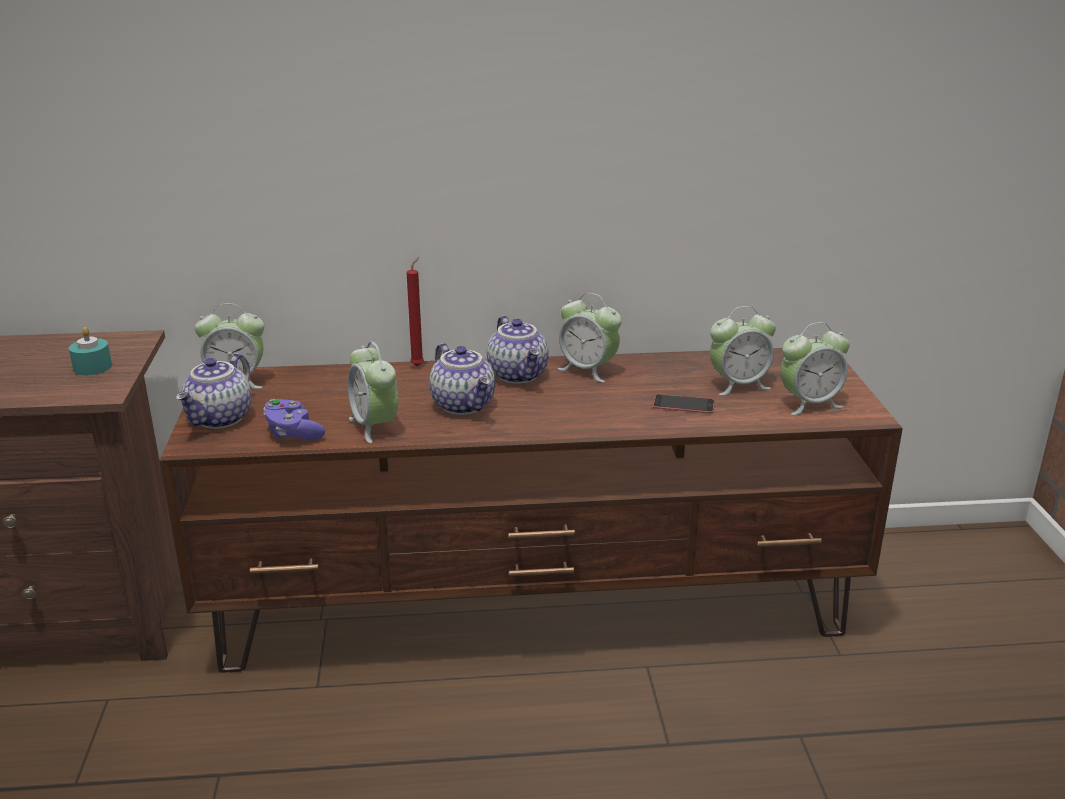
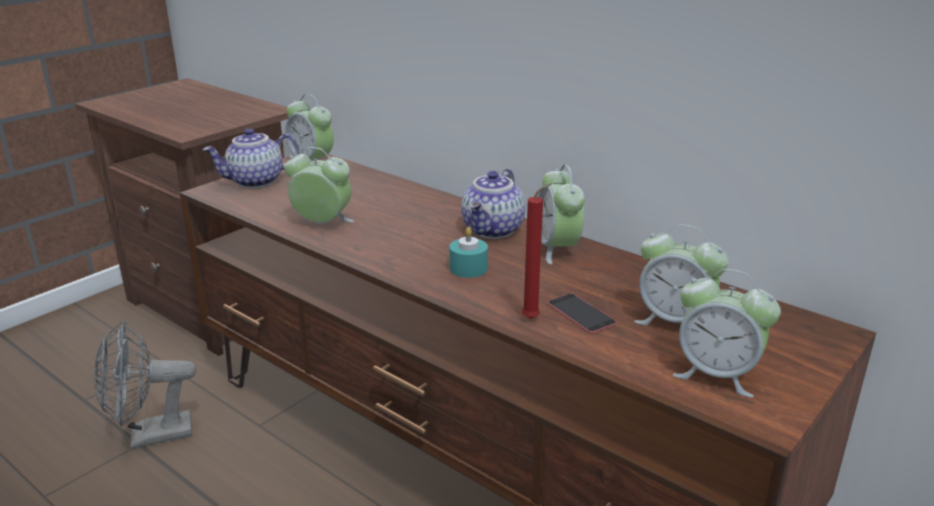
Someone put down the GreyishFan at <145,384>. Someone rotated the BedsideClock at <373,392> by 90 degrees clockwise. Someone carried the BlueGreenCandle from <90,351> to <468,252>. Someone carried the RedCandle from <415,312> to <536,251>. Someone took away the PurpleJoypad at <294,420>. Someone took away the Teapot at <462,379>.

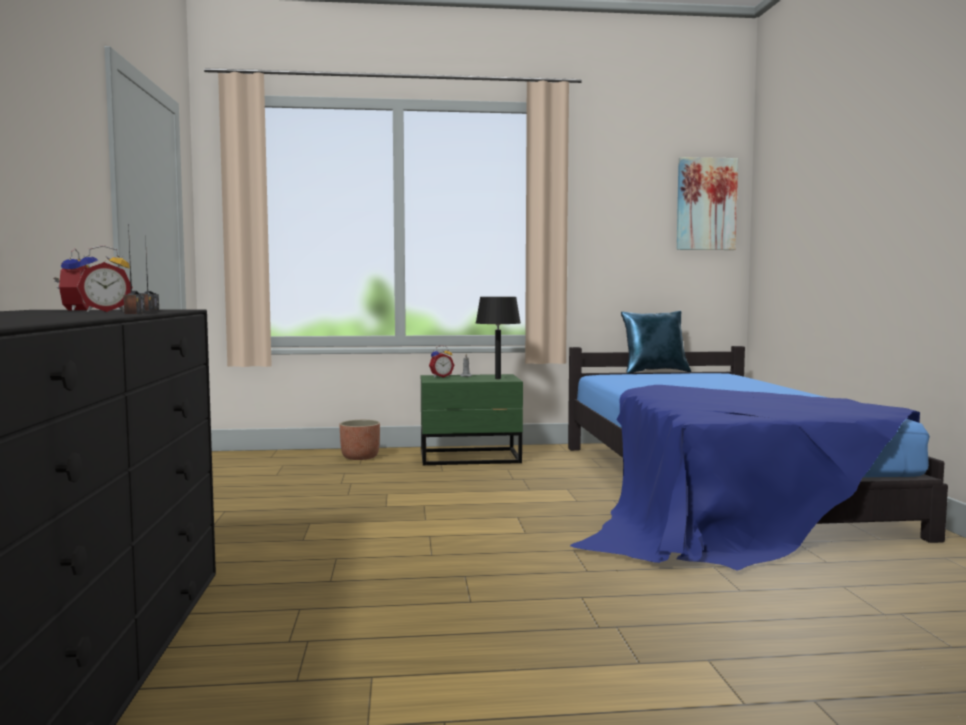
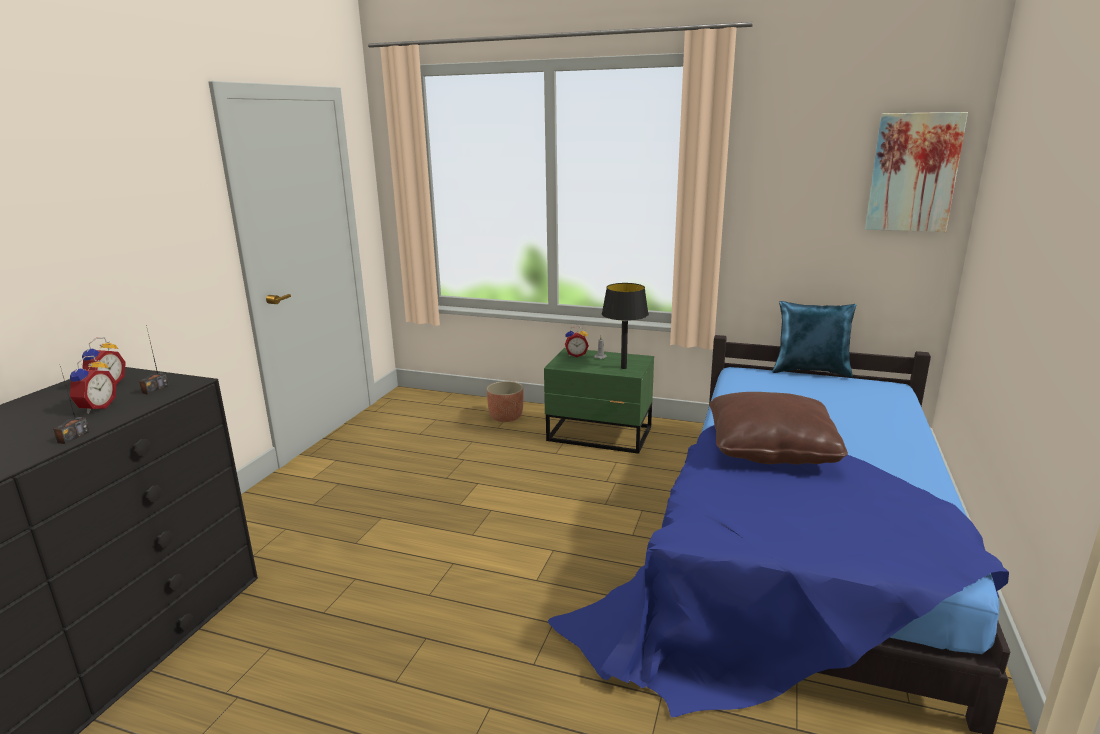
Someone rotated the BedsideClock at <105,278> by 75 degrees counterclockwise. Someone put down the BrownCushion at <779,428>.

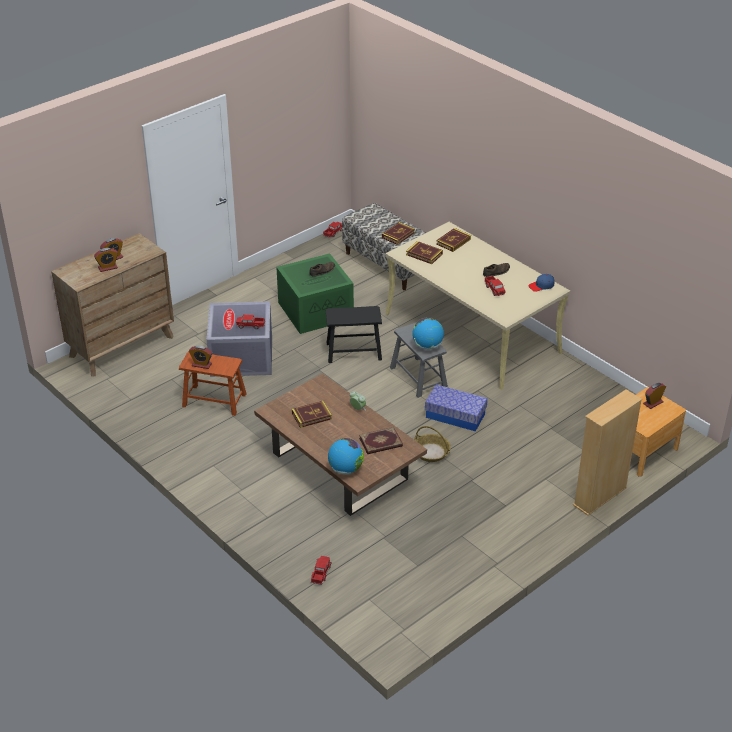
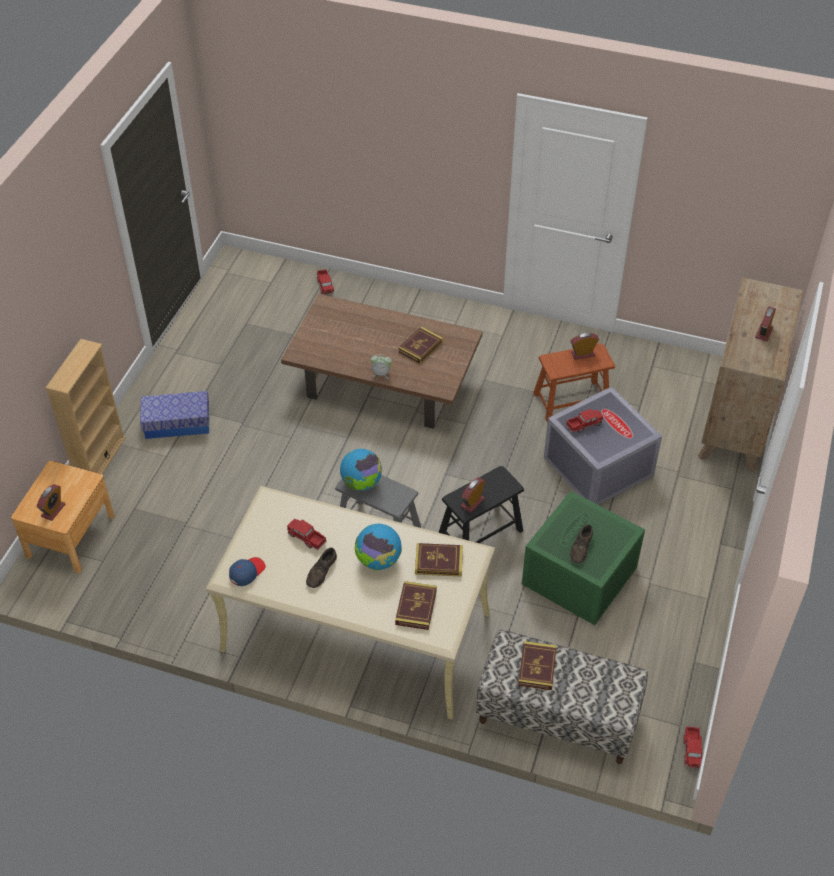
Someone carried the StorageBin from <456,408> to <174,415>. Someone carried the WorldGlobe from <346,456> to <378,547>. Someone carried the BedsideClock from <106,260> to <473,495>. Someone took away the Volume at <381,440>. Someone took away the Basket at <432,444>.

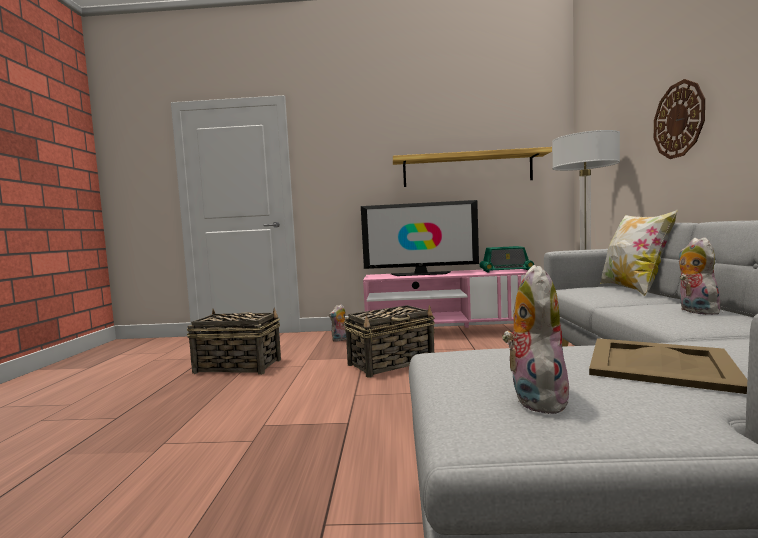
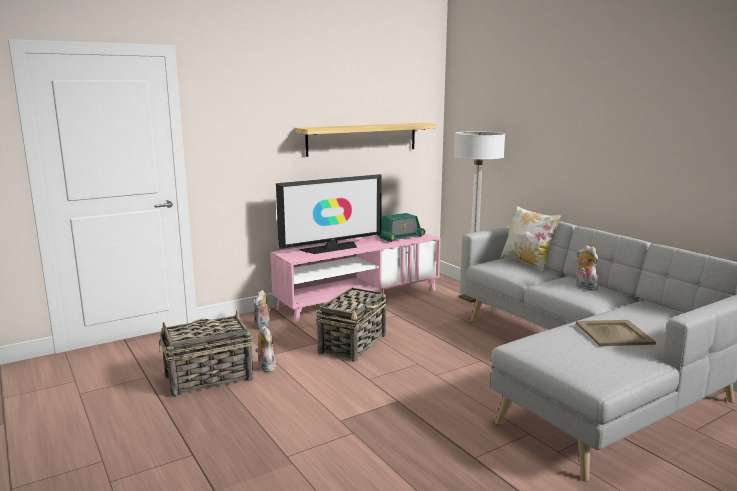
Someone carried the PlushToy from <535,339> to <265,349>. Someone took away the HangingClock at <679,119>.

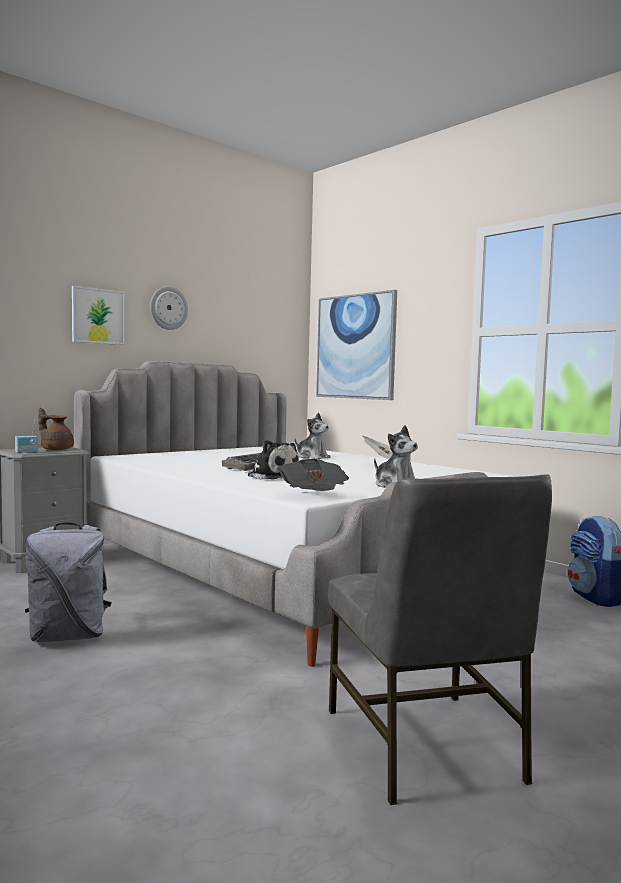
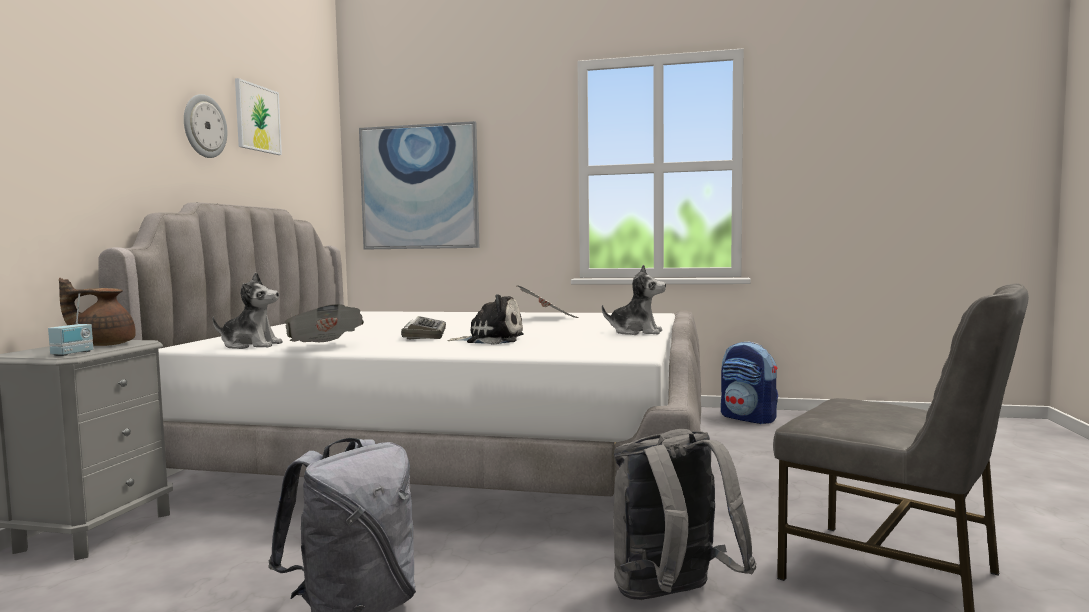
Someone carried the PlushToy from <313,435> to <247,310>. Someone carried the Picture from <98,315> to <258,116>. Someone carried the DailyPaper from <313,475> to <324,323>. Someone put down the GreyishBackpack at <684,514>.

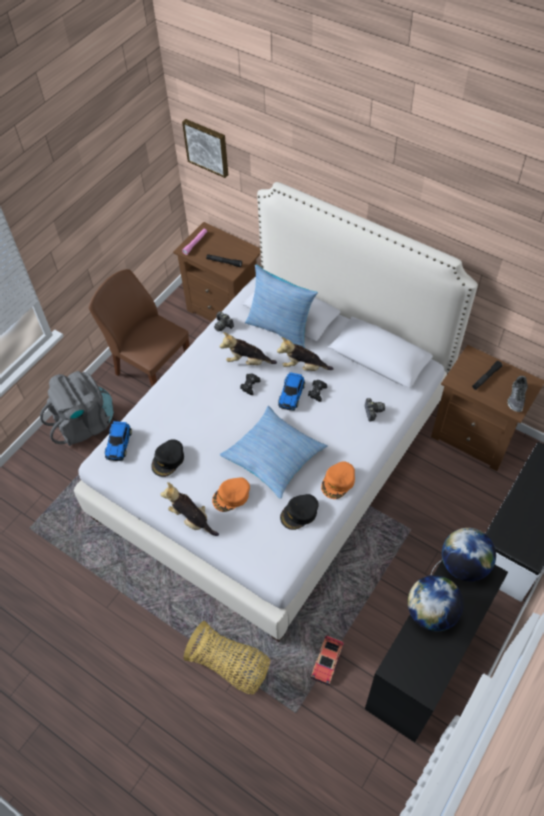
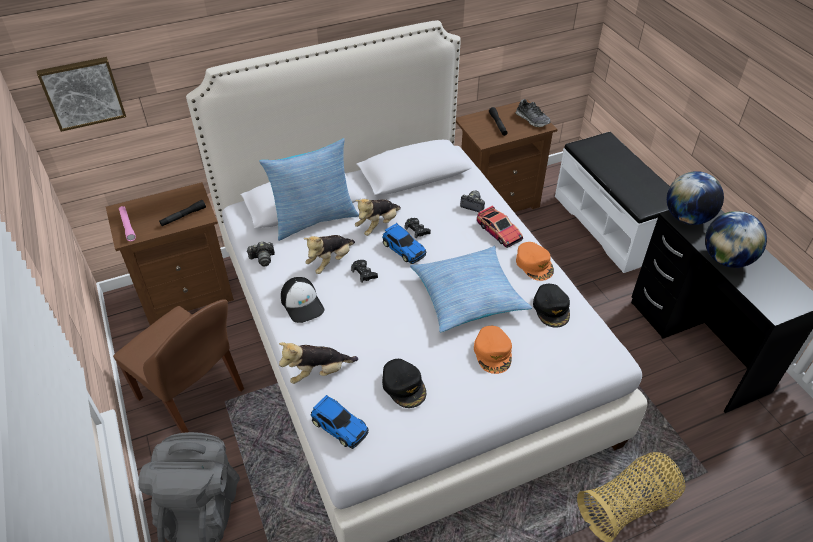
Someone rotated the BrownChair at <139,328> by 120 degrees counterclockwise. Someone carried the PlushToy from <189,509> to <318,363>. Someone put down the Cap at <303,300>. Someone carried the ToyCar from <327,661> to <500,227>.

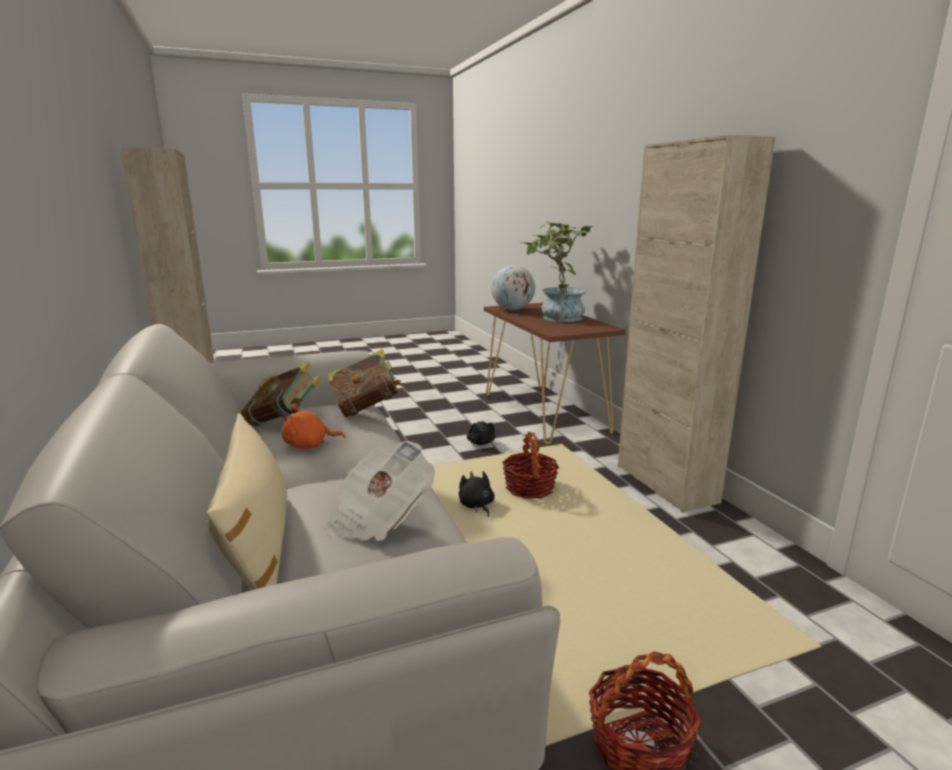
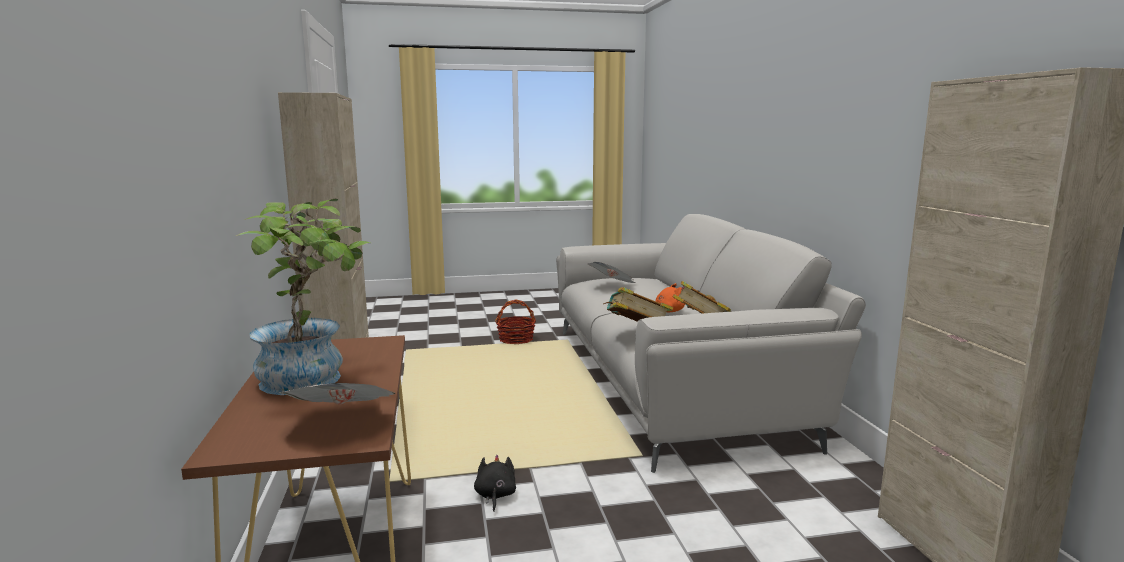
Someone swapped the WorldGlobe at <513,287> for the DailyPaper at <337,394>. Someone took away the BeigeColouredCushion at <246,501>. Someone took away the BlackPlushToy at <477,494>. Someone took away the Basket at <530,465>.

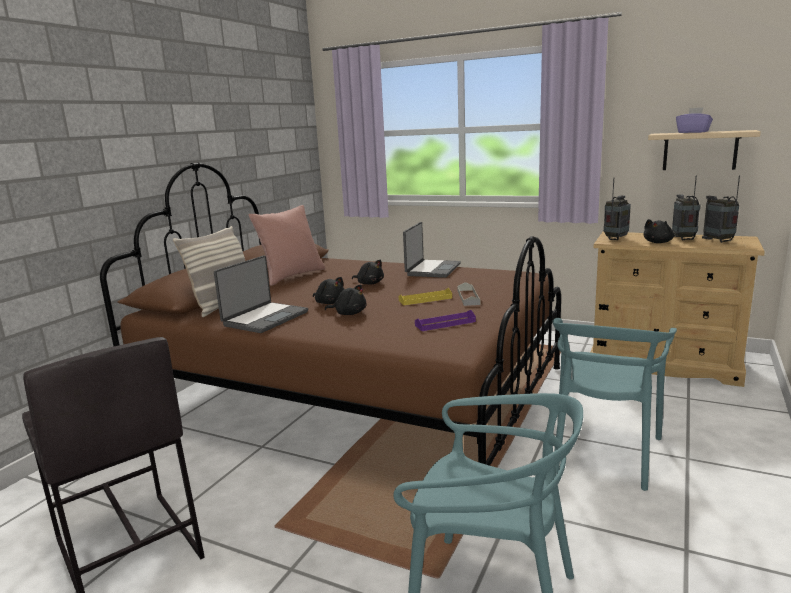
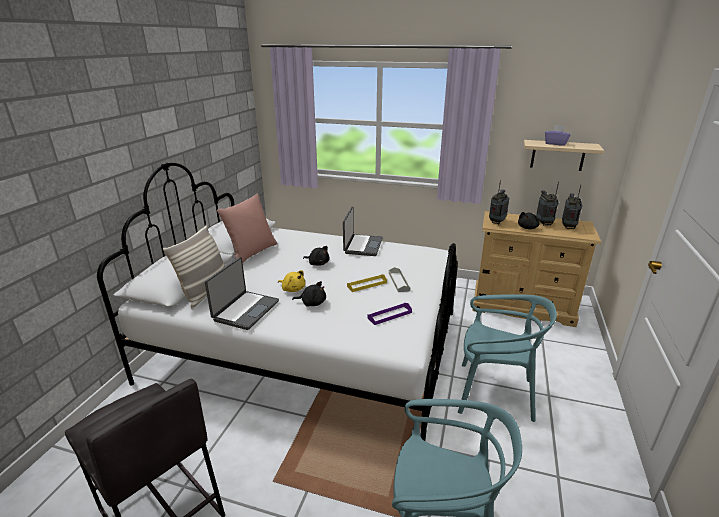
Someone repainted the BrownSleepingBed at <330,314>, which became the WhiteSleepingBed at <277,302>. Someone repainted the BlackPlushToy at <328,290>, which became the YellowPlushToy at <291,281>. Someone rotated the BlueGreenChair at <615,404> by 90 degrees counterclockwise. Someone rotated the RadioSet at <721,209> by 45 degrees clockwise.

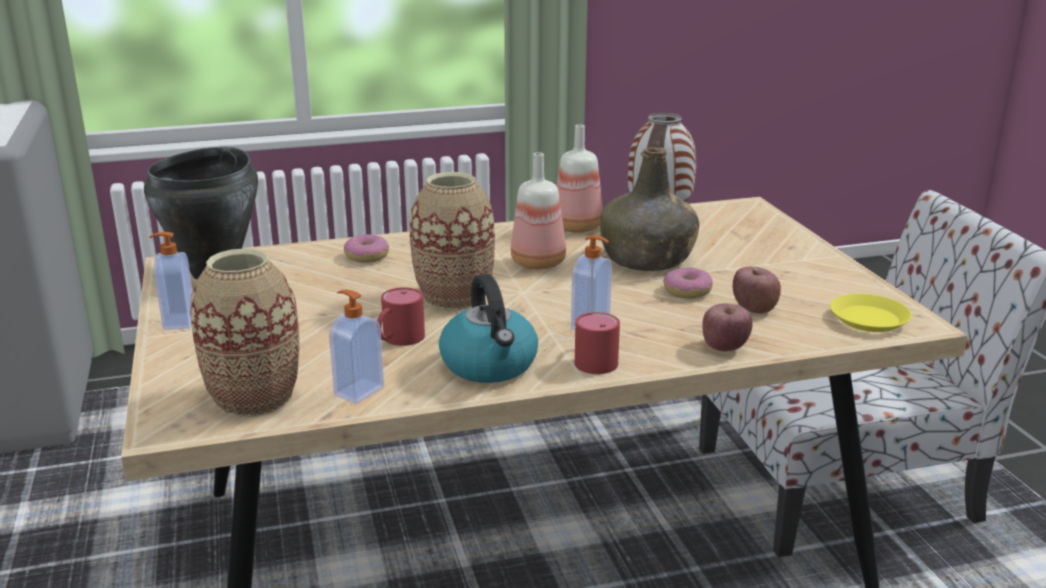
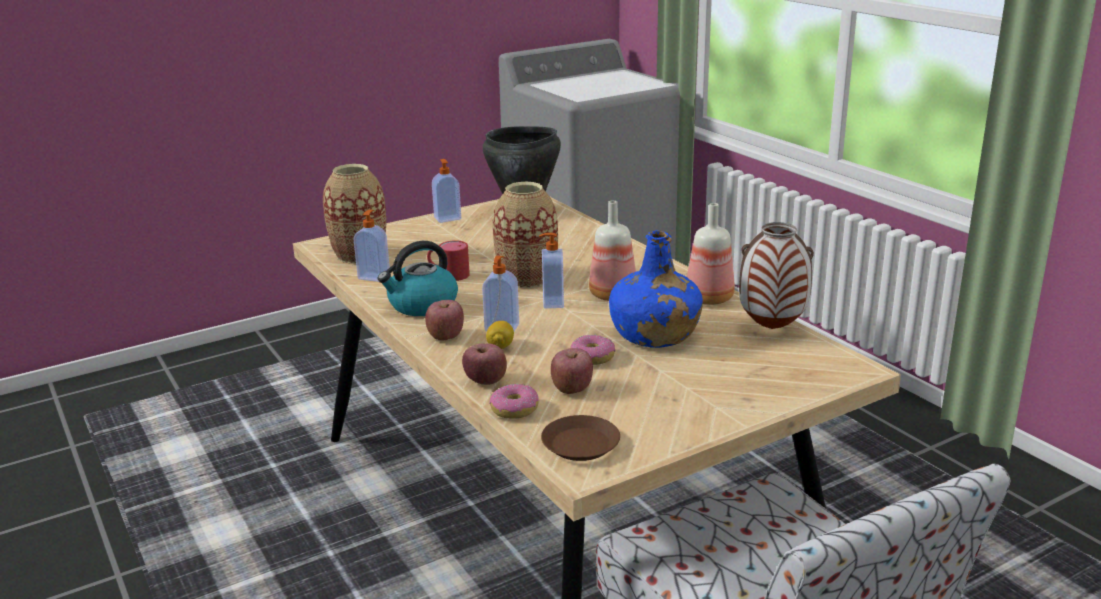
Someone swapped the RedCoffeeMug at <597,343> for the WholeApple at <444,320>. Someone put down the WholeLemon at <500,335>. Someone carried the RingDoughnut from <366,248> to <514,401>. Someone put down the SoapDispenser at <551,270>. Someone repainted the YellowDinnerPlate at <871,313>, which became the BrownDinnerPlate at <580,438>. Someone repainted the GreenDrinkBottle at <649,209>, which became the BlueDrinkBottle at <656,289>.

